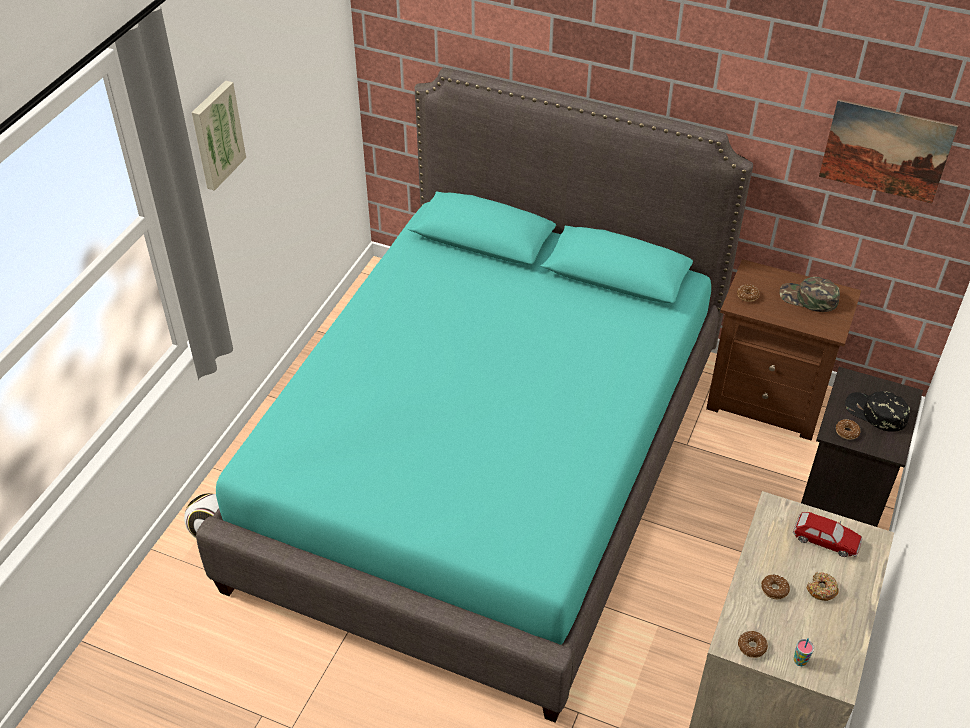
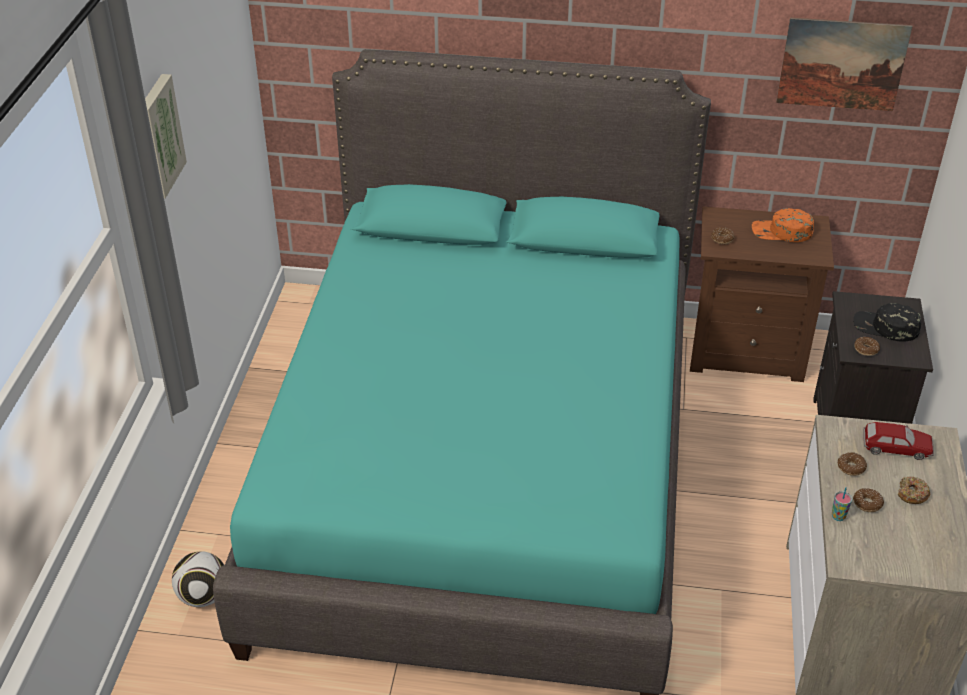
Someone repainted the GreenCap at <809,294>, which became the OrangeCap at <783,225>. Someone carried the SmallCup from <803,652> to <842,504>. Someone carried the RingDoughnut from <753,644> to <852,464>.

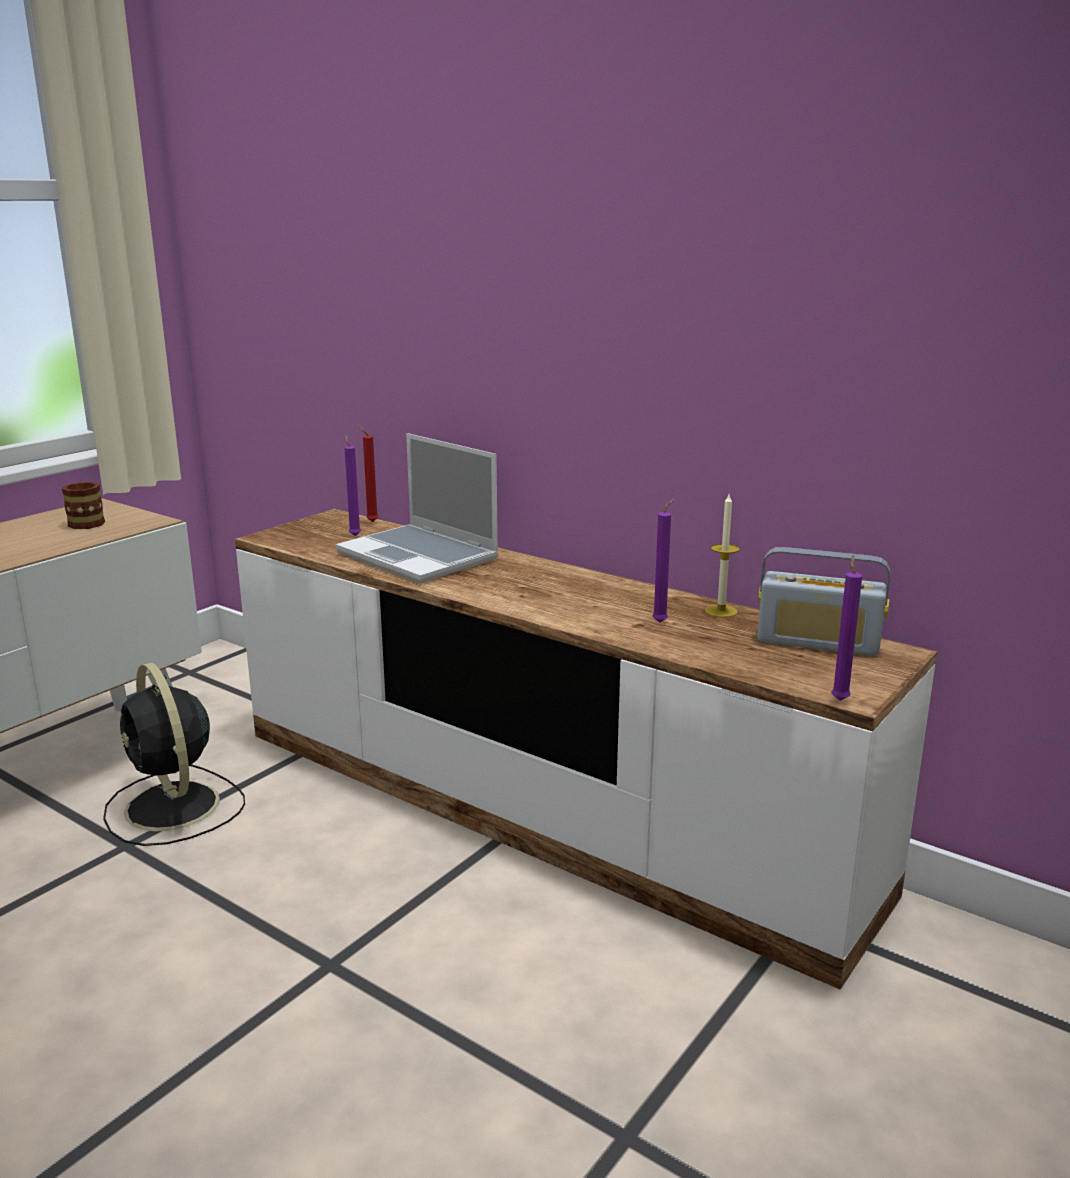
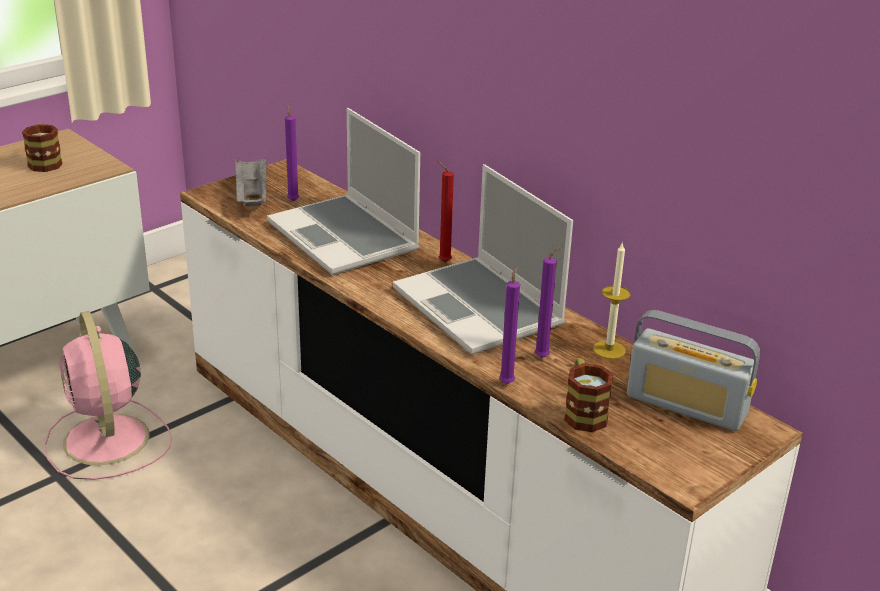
Someone repainted the BlackFan at <174,754>, which became the PinkFan at <108,395>. Someone put down the GreyishServingTray at <251,182>. Someone put down the PortableComputer at <483,259>. Someone carried the RedCandle from <367,474> to <446,211>. Someone carried the PurpleCandle from <846,628> to <509,325>. Someone put down the CoffeeMug at <589,395>.

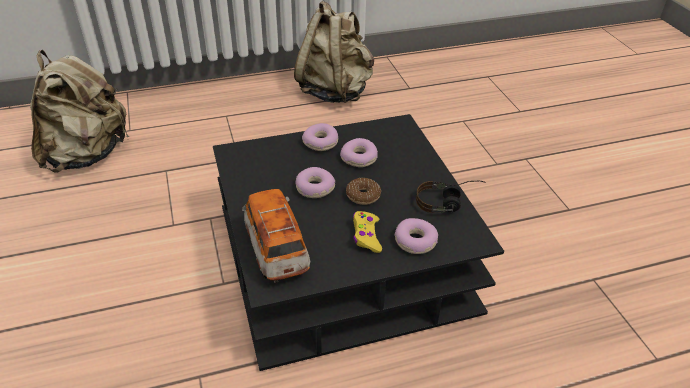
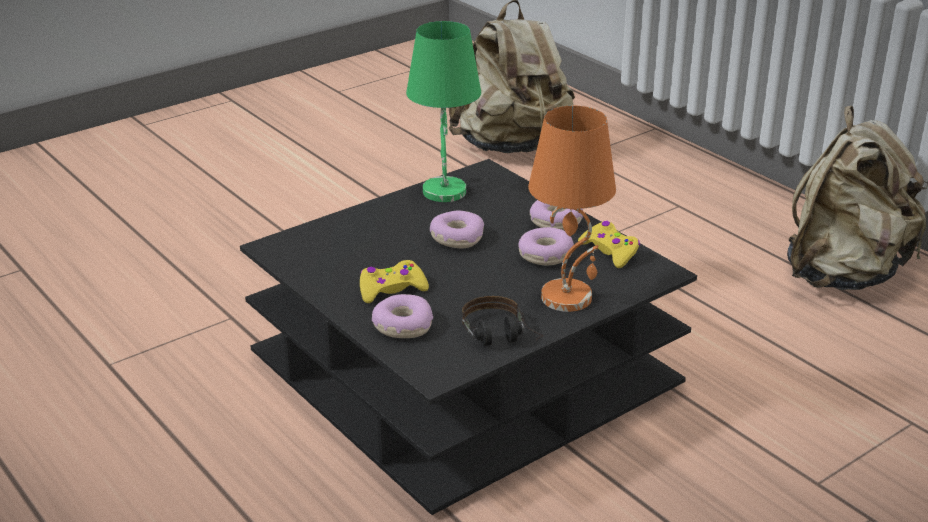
Someone put down the GreenTableLamp at <443,111>. Someone put down the OrangeTableLamp at <572,209>. Someone put down the YellowJoypad at <609,244>. Someone took away the ToyCar at <276,236>. Someone took away the RingDoughnut at <363,191>.

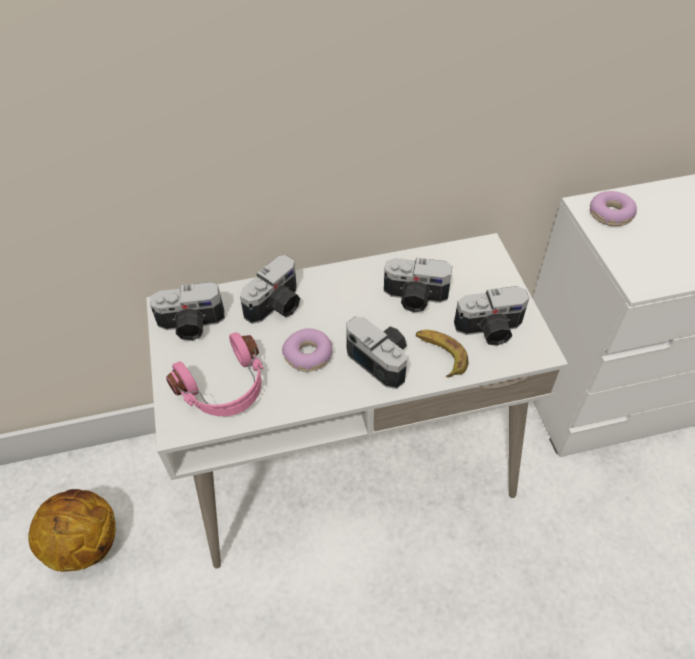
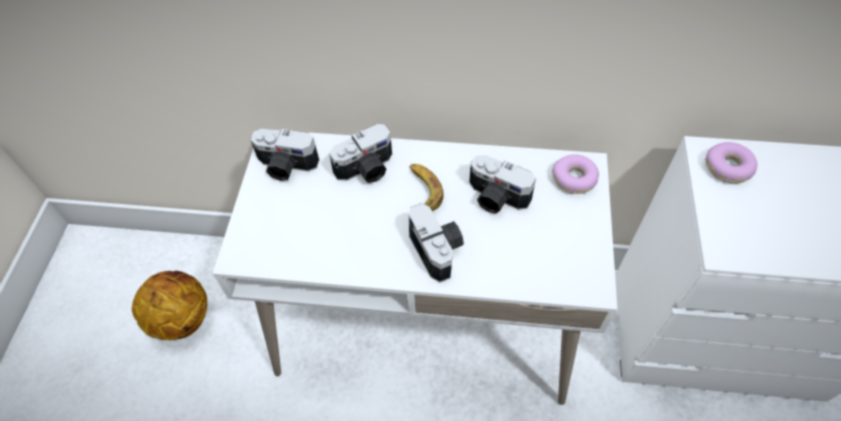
Someone carried the Banana from <442,354> to <426,187>. Someone carried the RingDoughnut from <307,350> to <575,174>. Someone took away the PinkHeadset at <215,374>. Someone took away the PhotoCamera at <491,316>.

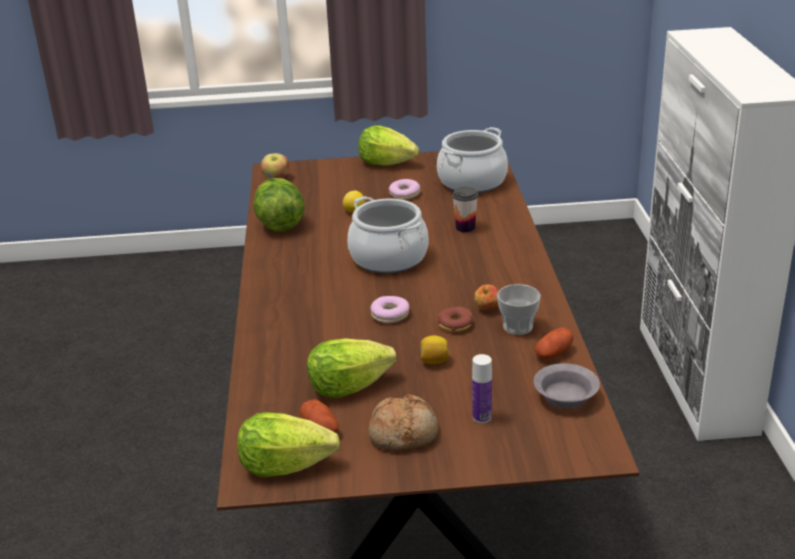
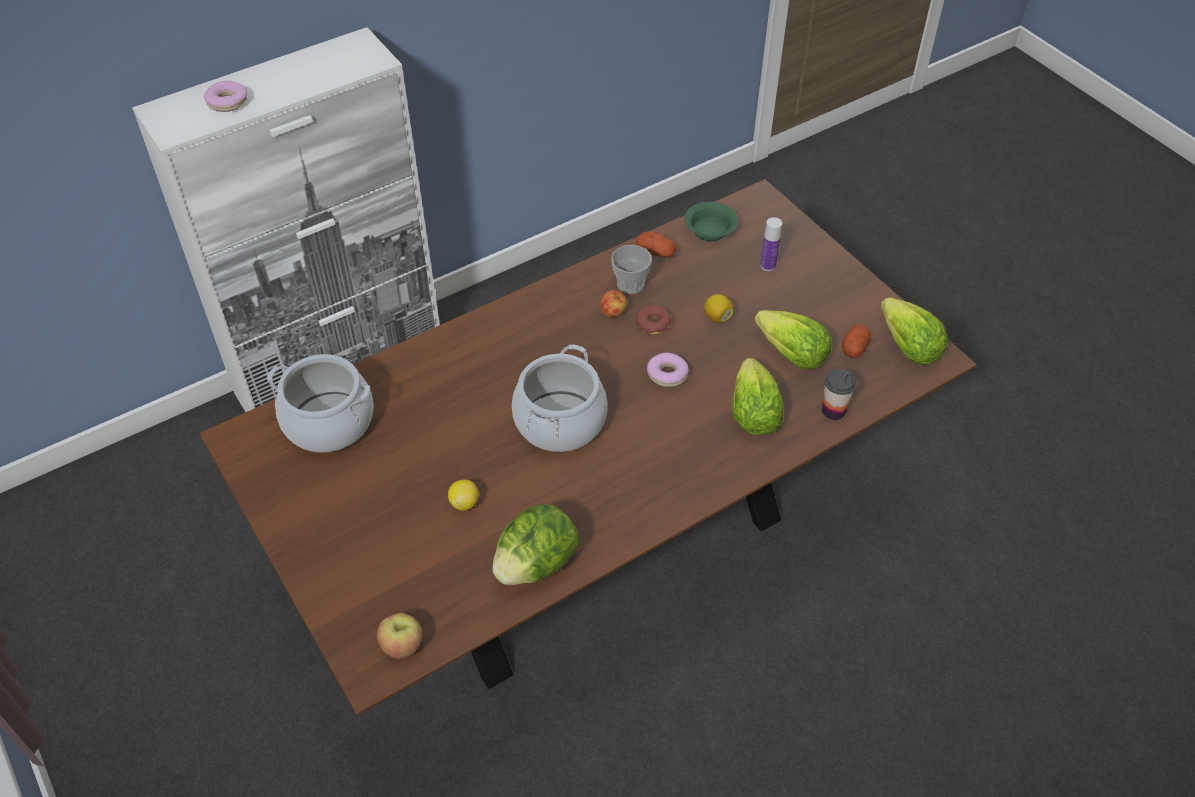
Someone carried the RingDoughnut from <404,189> to <225,96>. Someone repainted the GreyishDeepDish at <567,386>, which became the GreenDeepDish at <711,221>. Someone carried the LettuceHead from <388,145> to <758,396>. Someone carried the SmallCup from <465,209> to <839,394>. Someone took away the Bread at <403,422>.

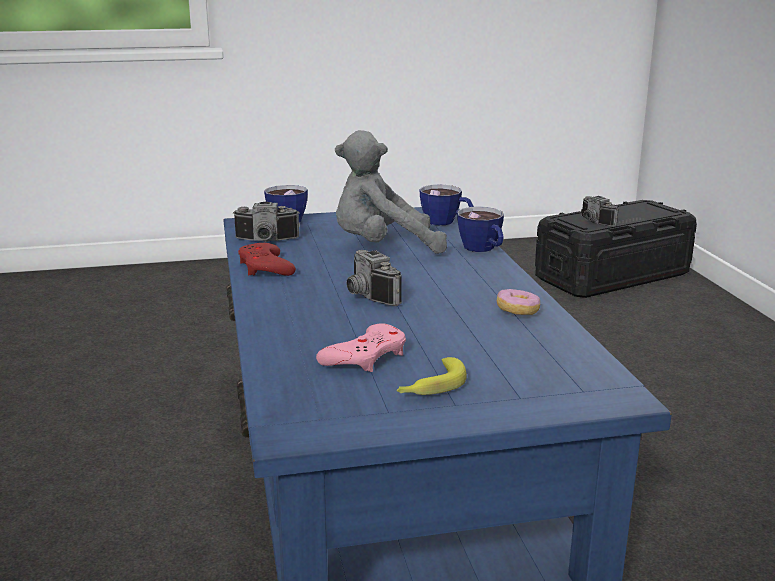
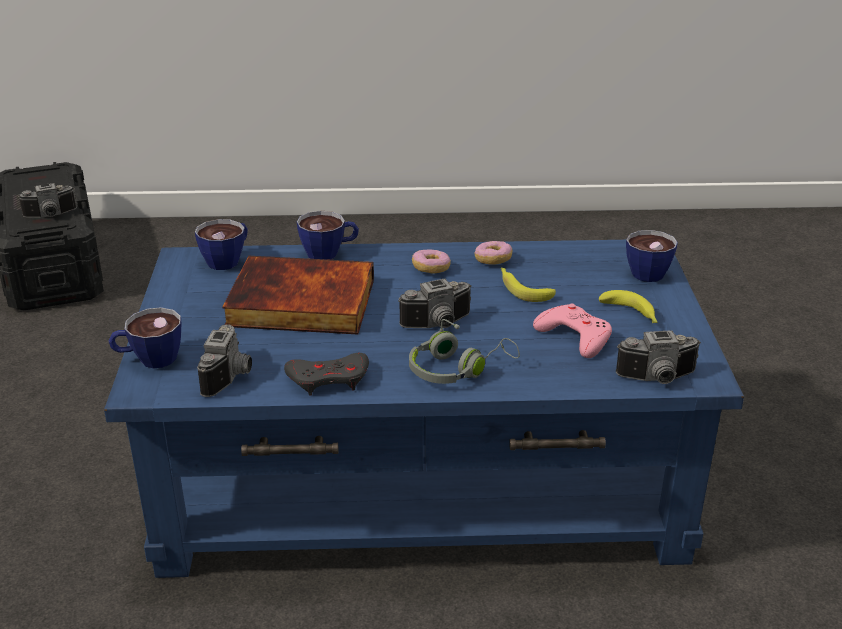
Someone swapped the GreyishPlushToy at <391,192> for the Volume at <298,295>. Someone repainted the RedJoypad at <267,259>, which became the GreyishJoypad at <326,374>. Someone put down the GreyishHeadset at <464,351>. Someone put down the RingDoughnut at <431,262>. Someone put down the Banana at <528,284>. Someone put down the PhotoCamera at <658,357>. Someone put down the SmallCup at <652,256>.

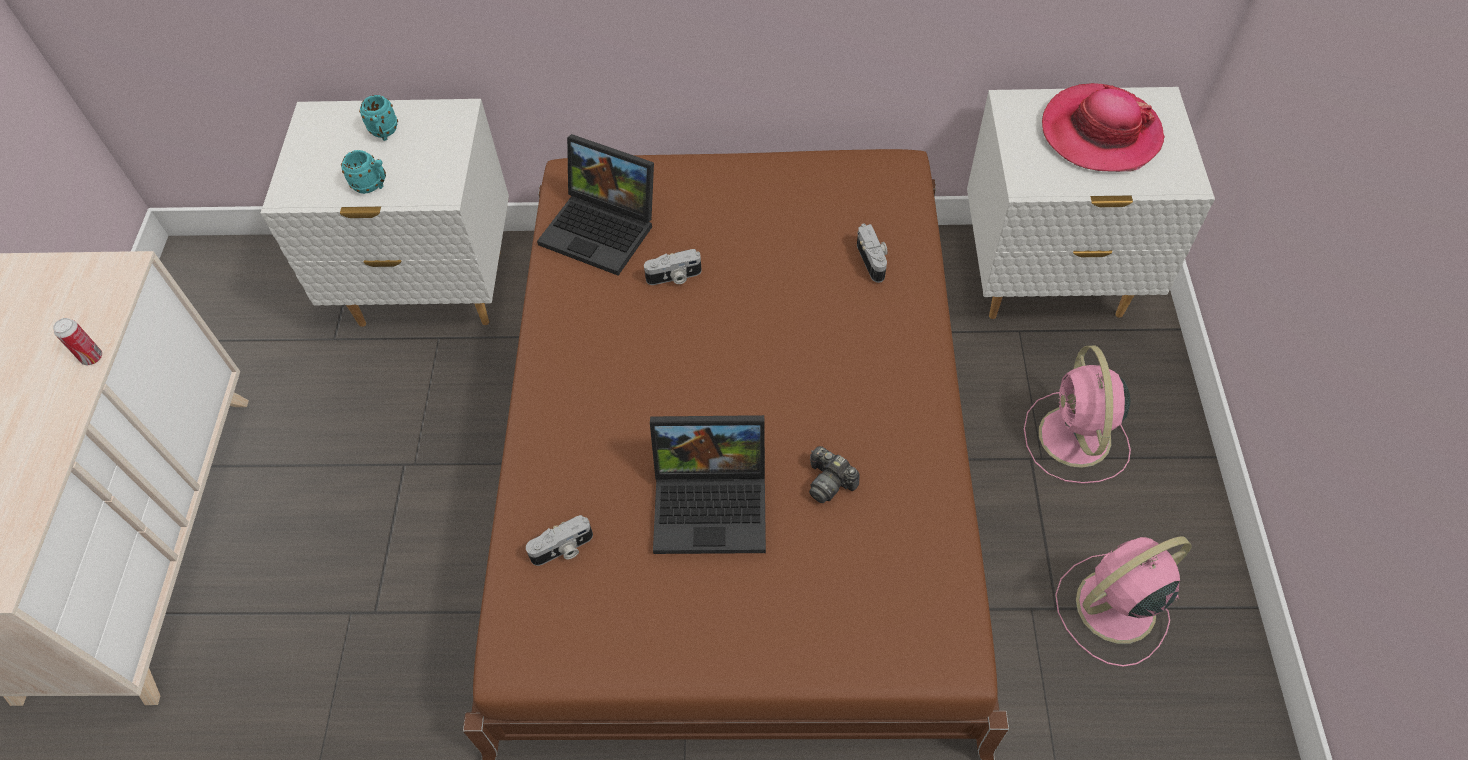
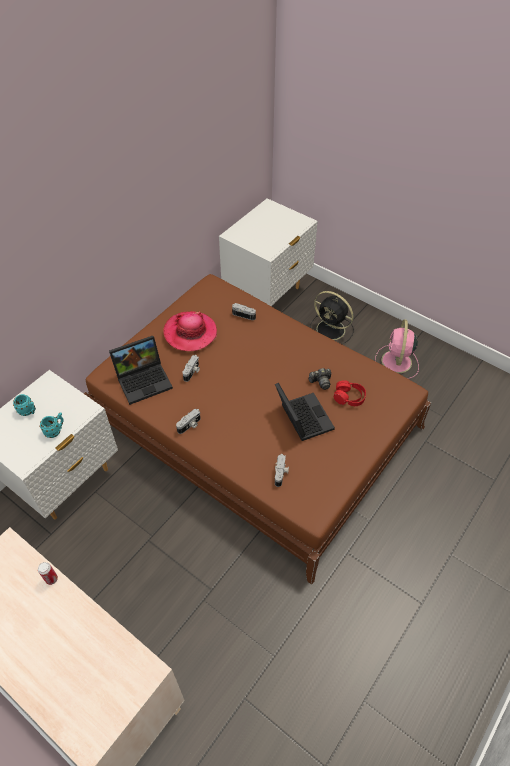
Someone carried the ClothingHat from <1103,127> to <190,331>. Someone put down the PhotoCamera at <188,421>. Someone rotated the PortableComputer at <708,484> by 60 degrees counterclockwise. Someone repainted the PinkFan at <1077,415>, which became the BlackFan at <332,317>. Someone put down the RedHeadset at <350,393>.

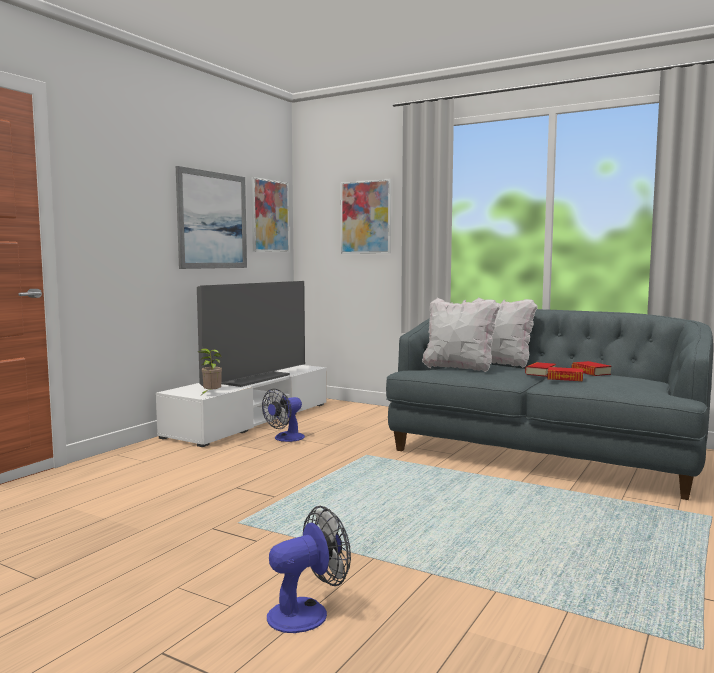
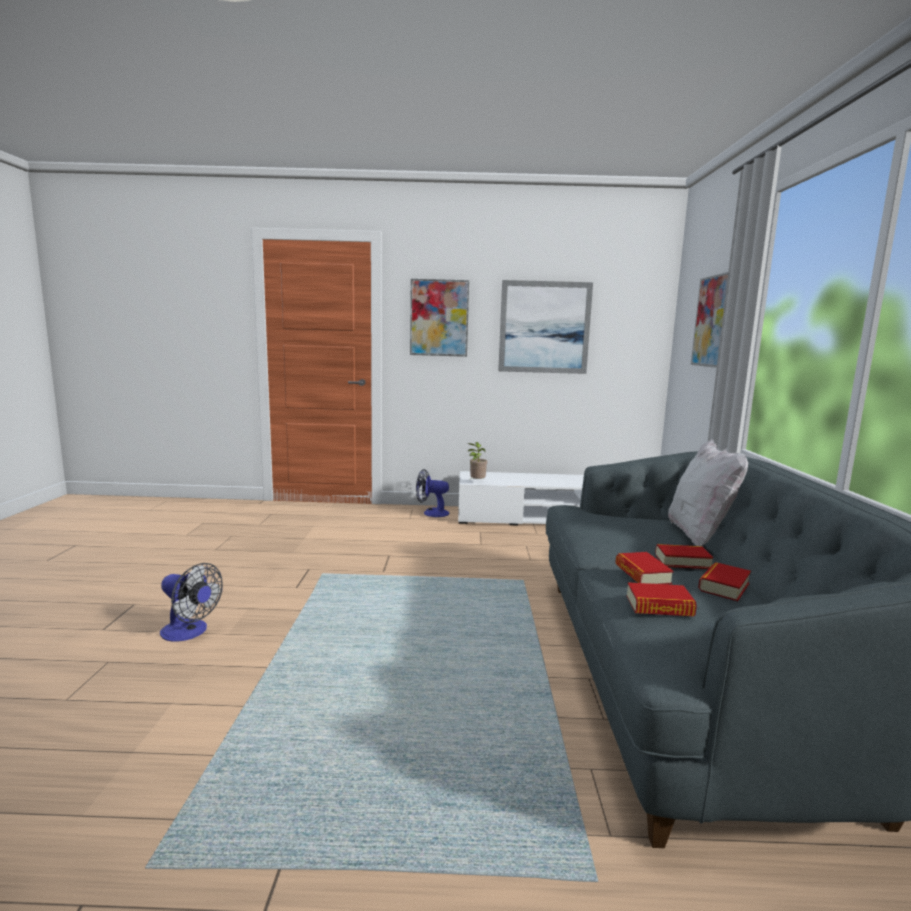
Someone carried the Picture from <270,214> to <439,318>. Someone carried the Fan from <283,415> to <432,493>. Someone put down the Volume at <662,599>. Someone took away the Television at <251,334>. Someone took away the WhiteCushion at <461,335>.

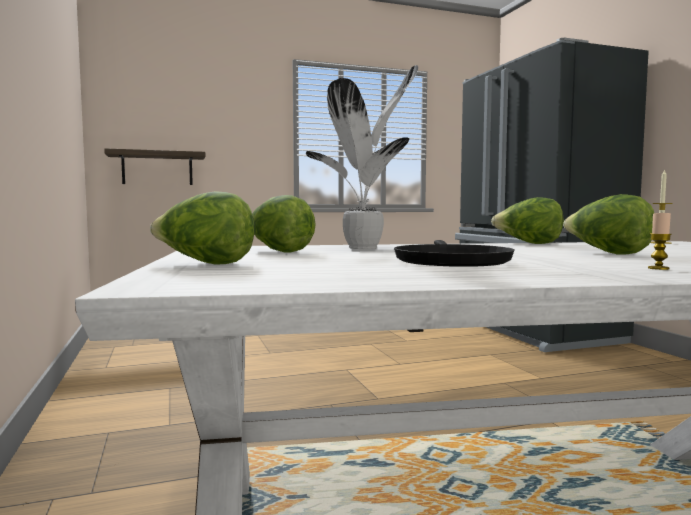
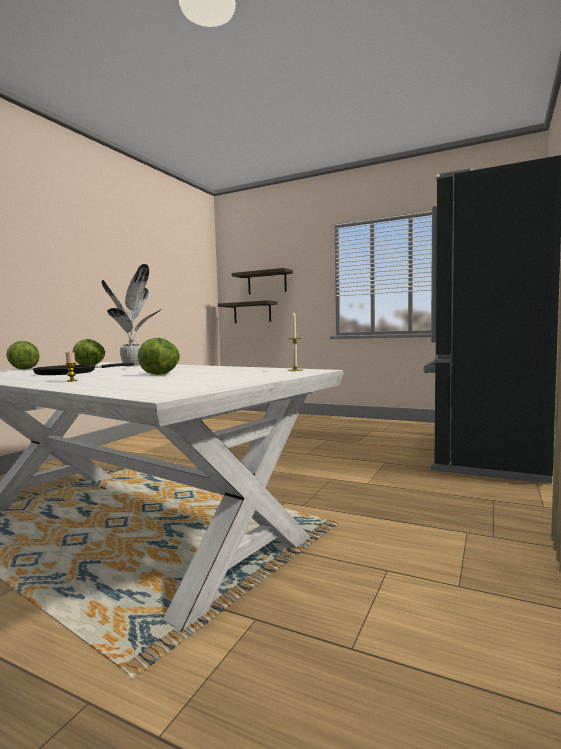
Someone put up the Shelf at <262,281>. Someone took away the LettuceHead at <527,220>.

